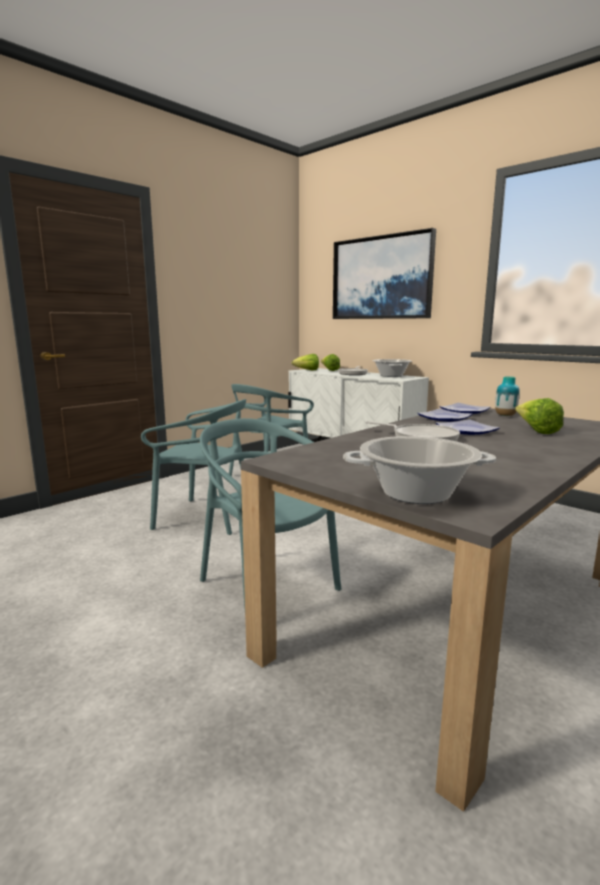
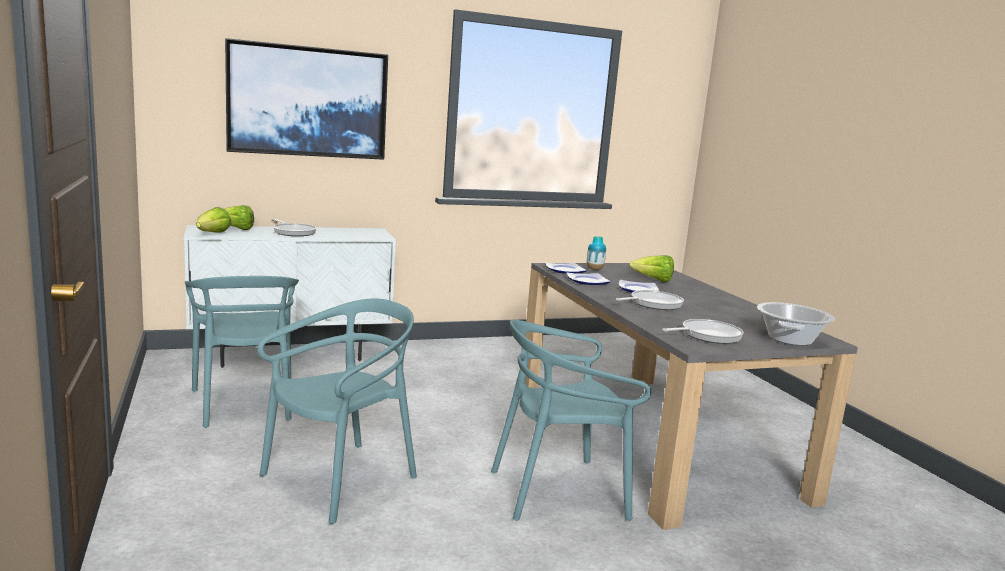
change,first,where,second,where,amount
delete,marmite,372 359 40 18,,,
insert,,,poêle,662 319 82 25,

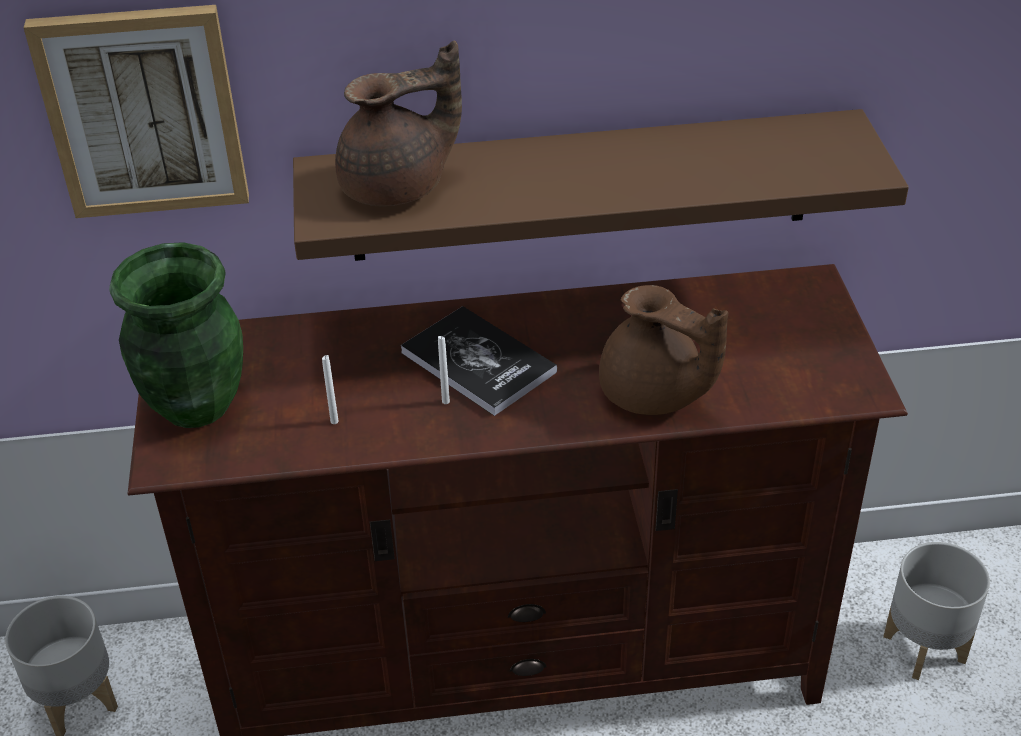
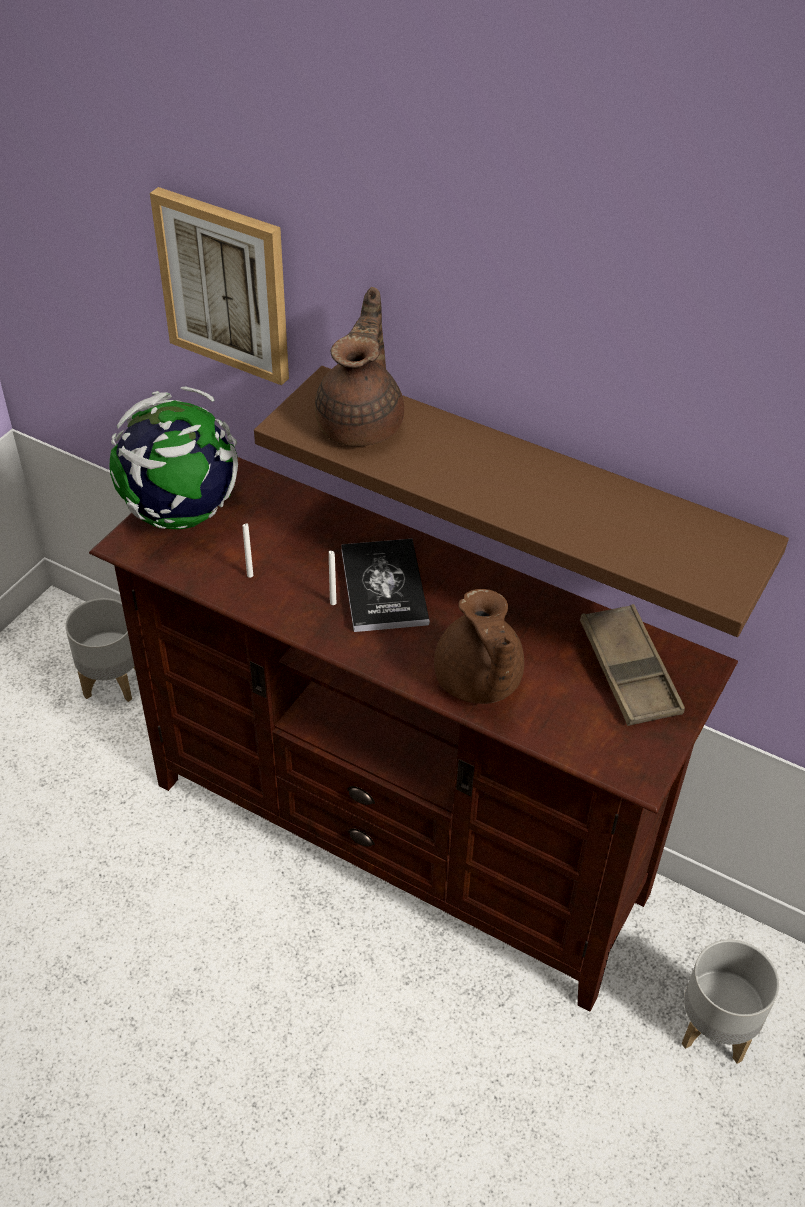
change,first,where,second,where,amount
replace,vase (vert),109 242 134 186,globe,110 387 128 142,
rotate,théière (marron),335 41 127 165,,315 287 89 159,90 degrees counterclockwise
insert,,,plateau (marron),580 604 105 122,

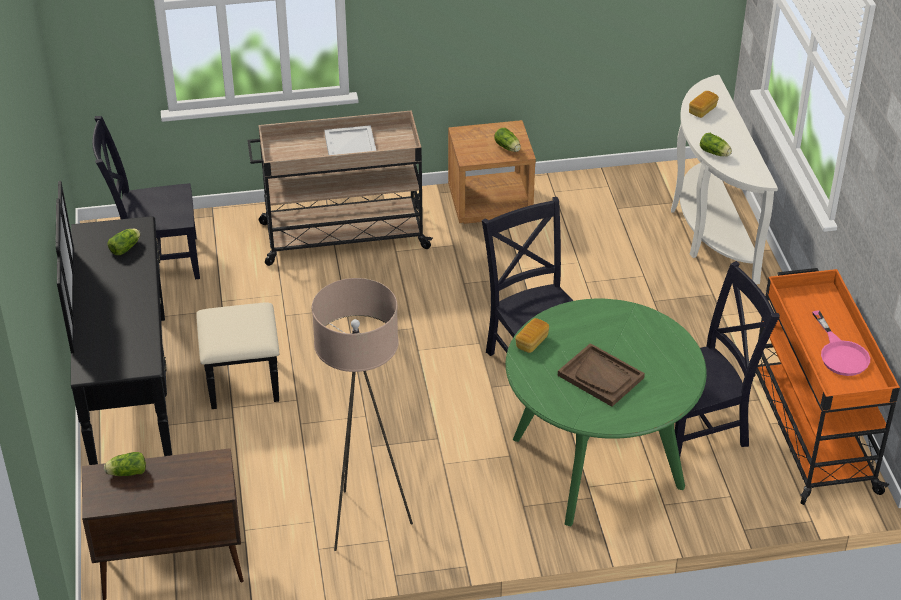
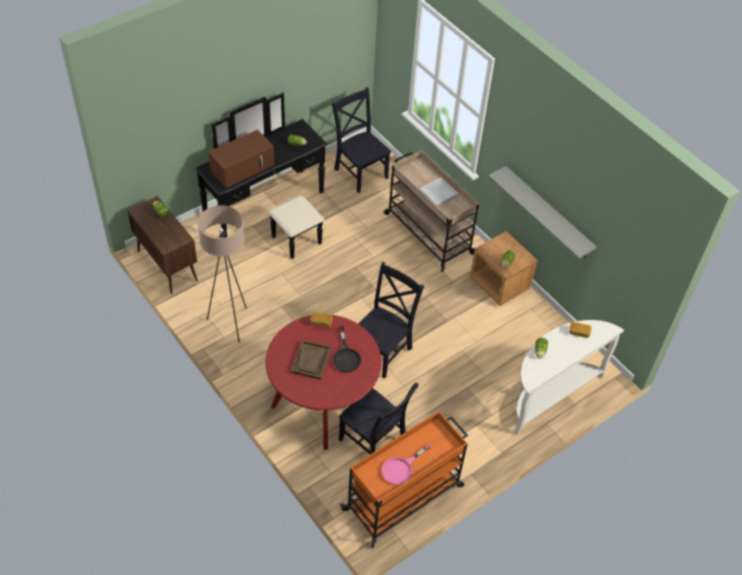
change,first,where,second,where,amount
recolor,table à manger (vert),506 299 201 227,table à manger (rouge),265 315 117 135,
insert,,,micro-ondes (marron),208 129 67 59,
insert,,,poêle (noir),333 326 28 46,
insert,,,étagère (gris),488 166 109 94,

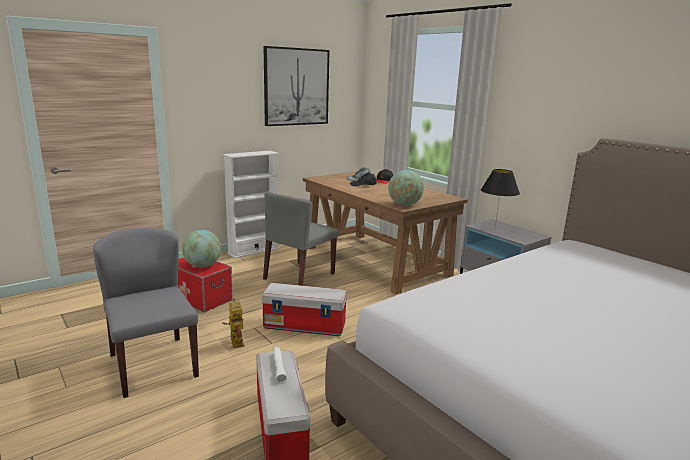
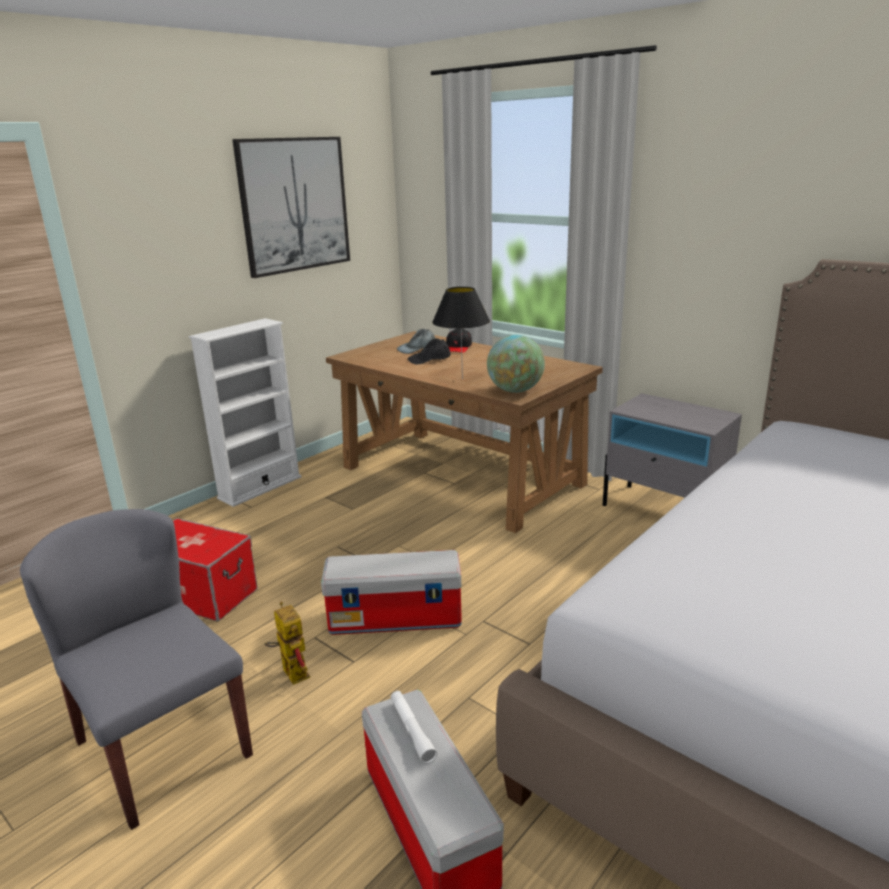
change,first,where,second,where,amount
delete,globe,182 230 39 38,,,
delete,chaise (gris),263 191 76 95,,,
move,lampe de table (noir),481 169 39 58,,432 287 58 92,

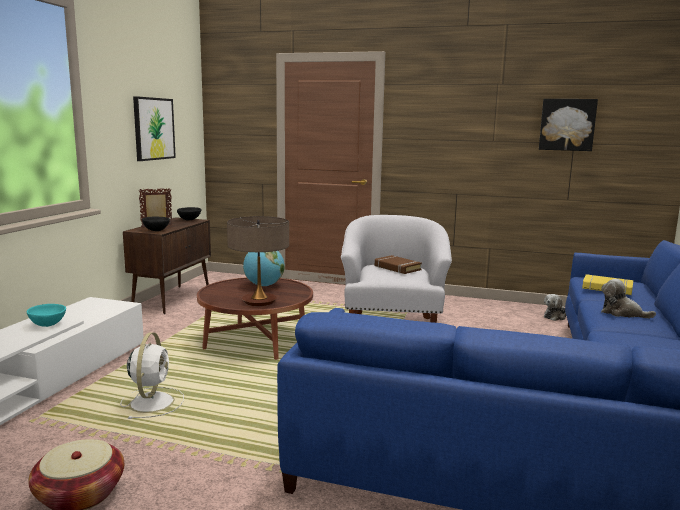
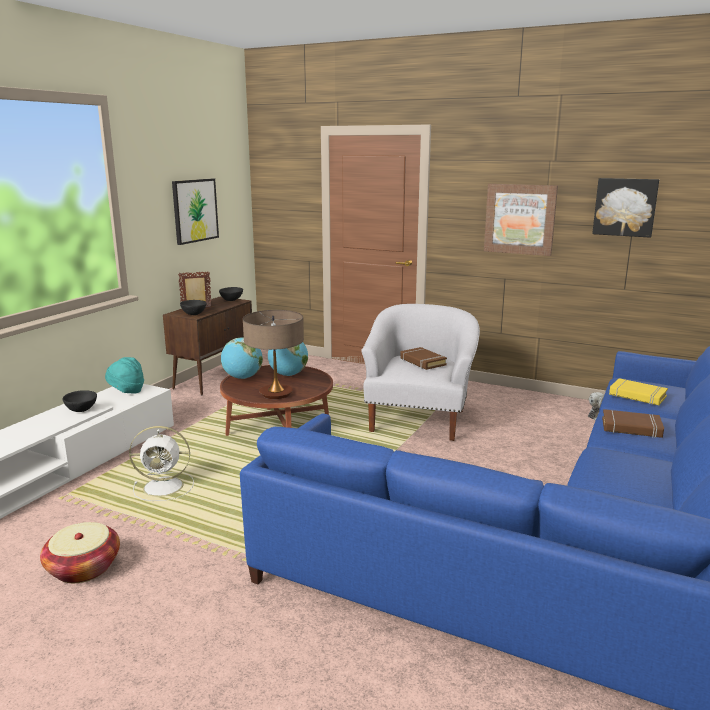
change,first,where,second,where,amount
recolor,bol (turquoise),27 304 39 23,bol (noir),62 390 35 22,
rotate,ventilateur (blanc),120 332 64 87,,129 426 65 75,75 degrees clockwise
replace,peluche,601 279 55 39,livre (marron),602 409 62 29,
insert,,,chapeau (turquoise),105 357 39 36,
insert,,,globe,221 338 42 41,
insert,,,tableau,484 184 74 72,

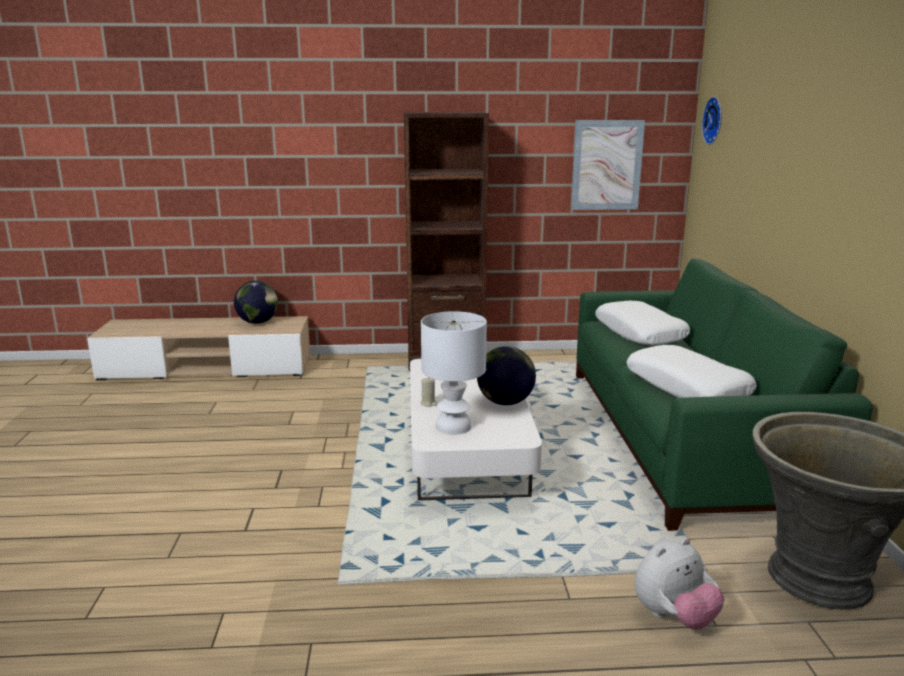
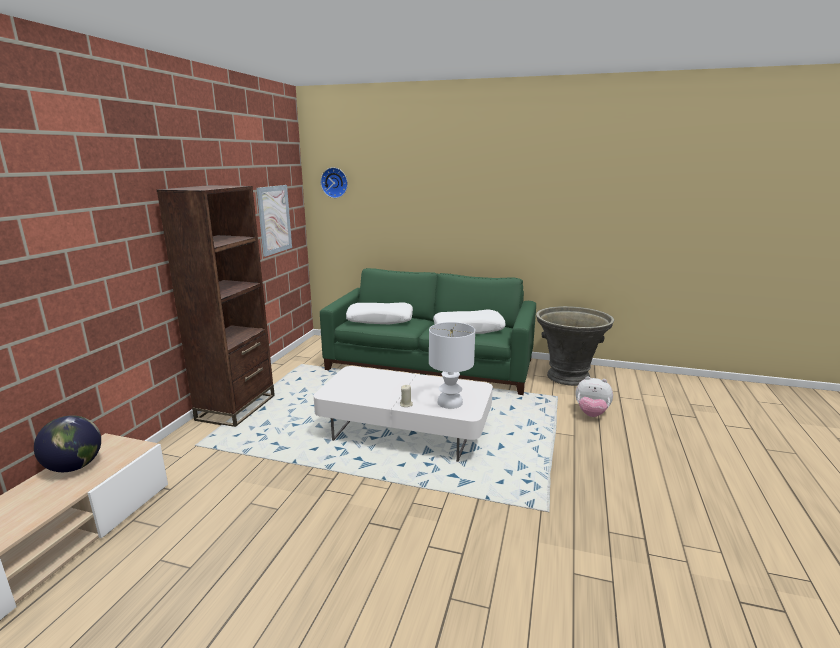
change,first,where,second,where,amount
delete,globe,477 346 59 59,,,
rotate,peluche,635 538 90 92,,576 377 37 40,120 degrees clockwise

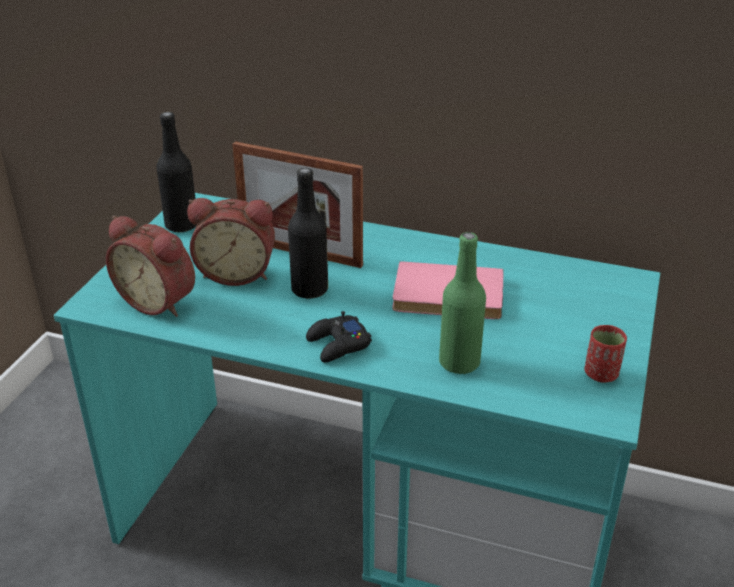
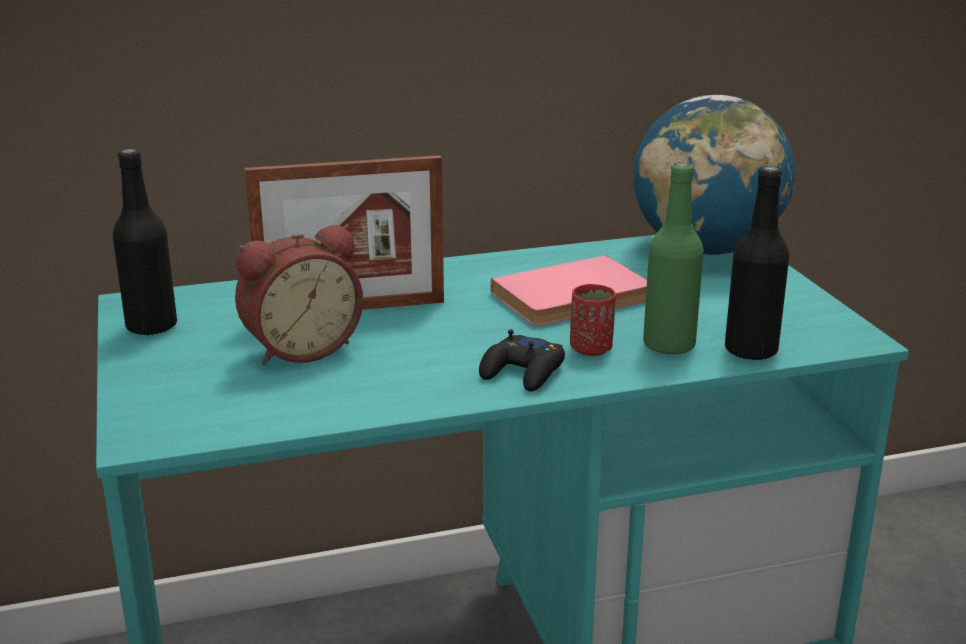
change,first,where,second,where,amount
delete,réveil,106 216 89 101,,,
move,bouteille (noir),288 168 40 131,,725 166 64 194,
move,tasse (rouge),585 325 42 58,,570 284 46 72,
insert,,,globe,633 95 162 160,

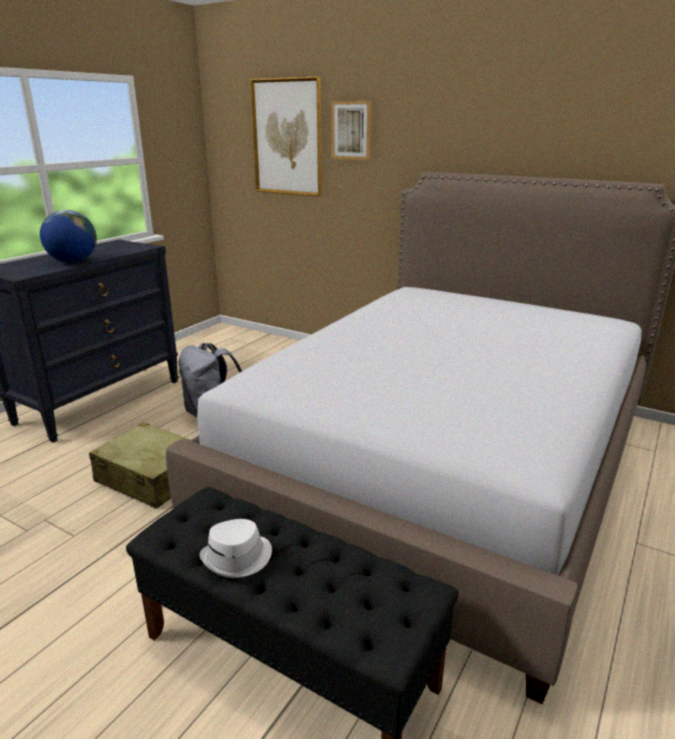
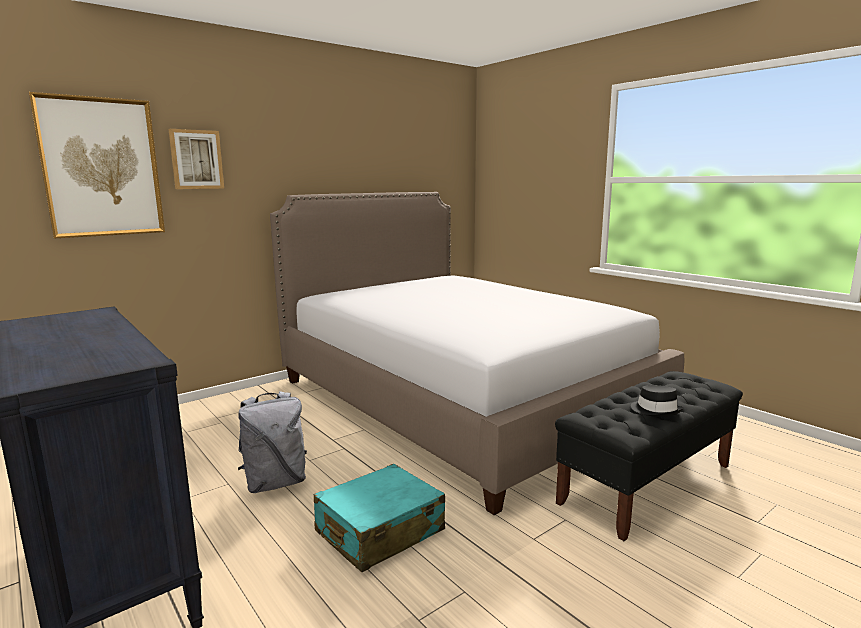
change,first,where,second,where,amount
delete,globe,40 210 57 53,,,
recolor,valise (beige),89 422 101 87,valise (turquoise),314 464 131 108,
recolor,chapeau (blanc),200 519 72 59,chapeau (noir),631 385 52 32,

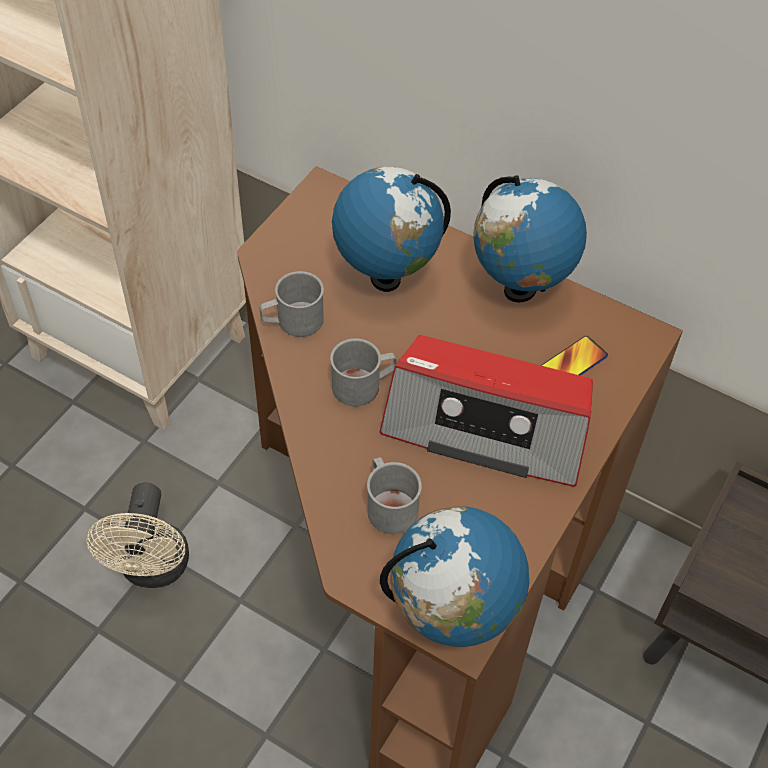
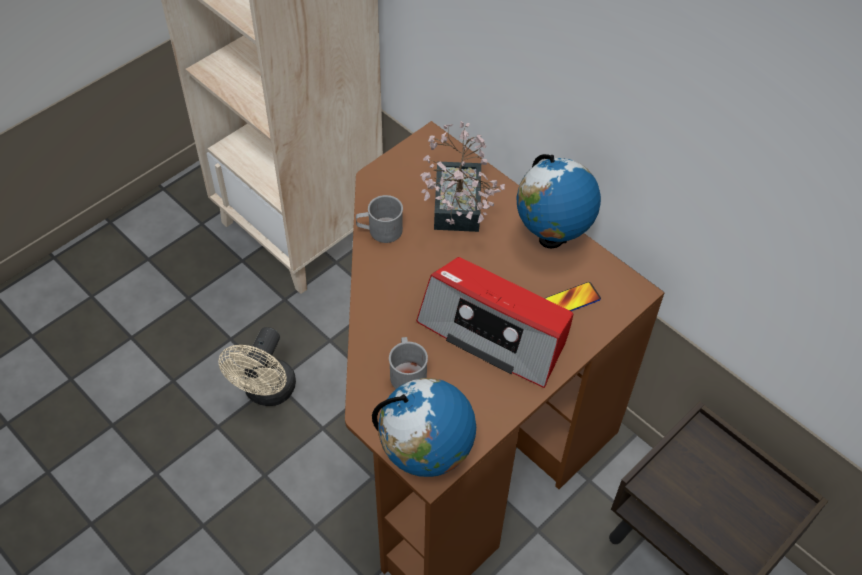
change,first,where,second,where,amount
delete,mug (gris),330 338 67 68,,,
replace,globe,332 167 119 125,plante en pot,420 121 85 111,

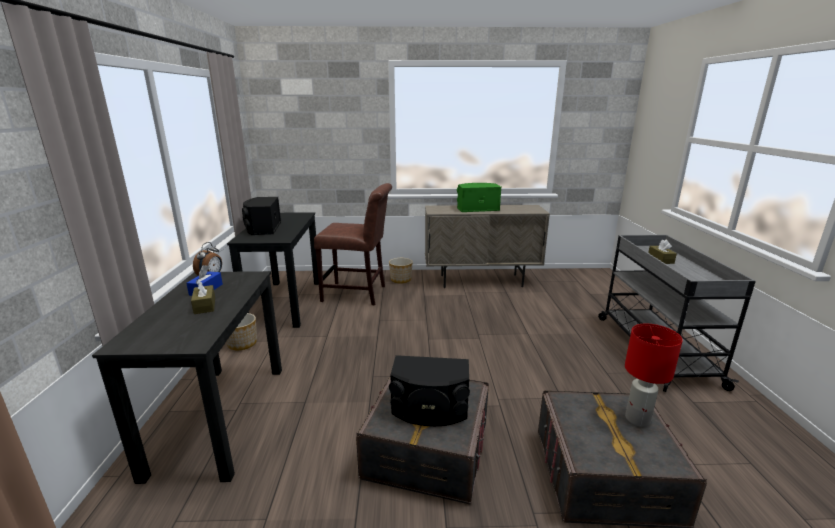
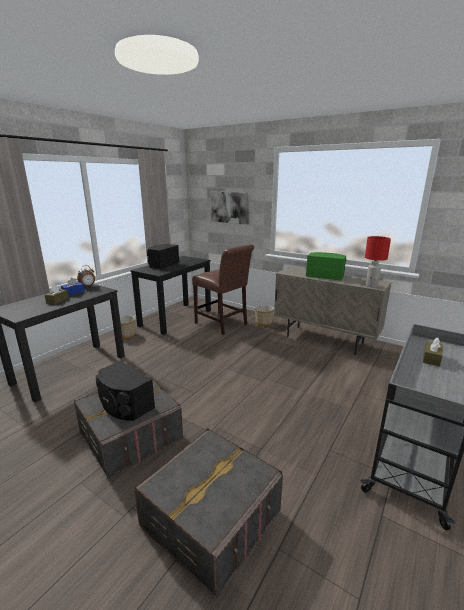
change,first,where,second,where,amount
move,lampe de table (rouge),625 324 58 103,,365 236 26 52,
insert,,,tableau,211 191 39 33,

